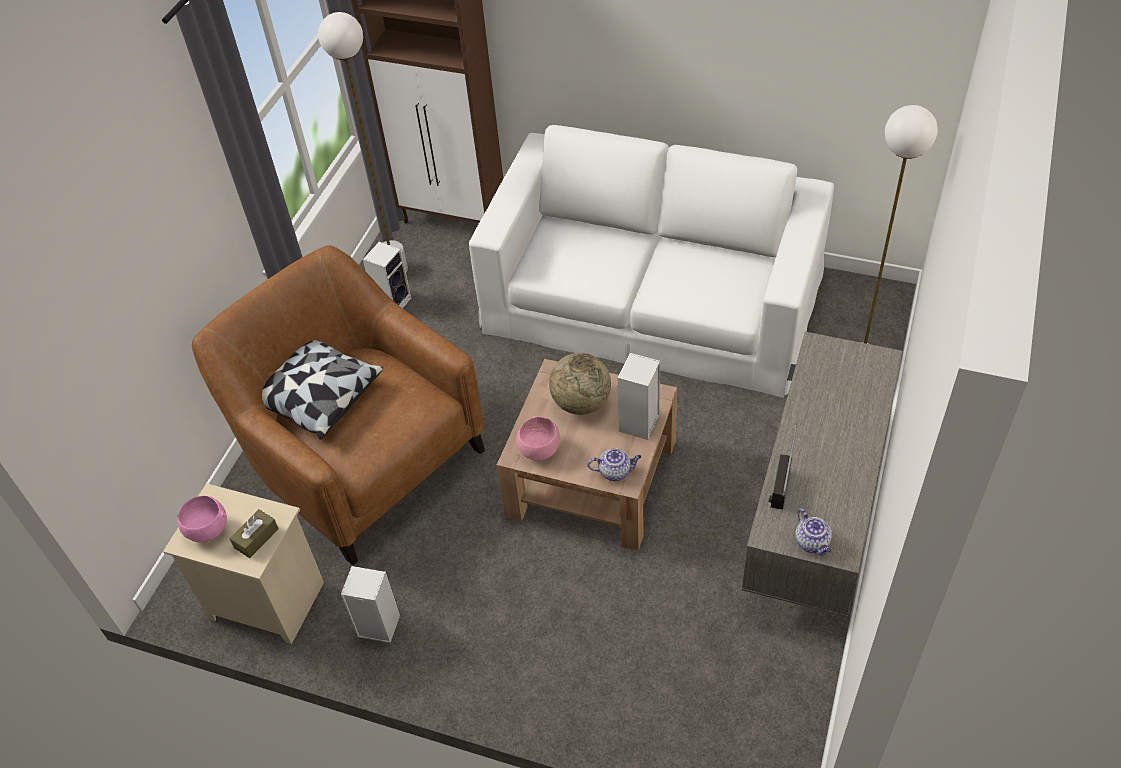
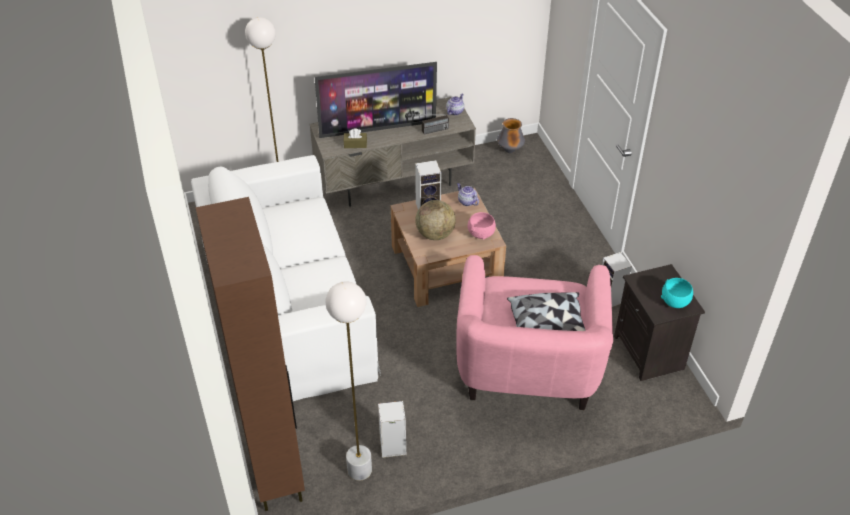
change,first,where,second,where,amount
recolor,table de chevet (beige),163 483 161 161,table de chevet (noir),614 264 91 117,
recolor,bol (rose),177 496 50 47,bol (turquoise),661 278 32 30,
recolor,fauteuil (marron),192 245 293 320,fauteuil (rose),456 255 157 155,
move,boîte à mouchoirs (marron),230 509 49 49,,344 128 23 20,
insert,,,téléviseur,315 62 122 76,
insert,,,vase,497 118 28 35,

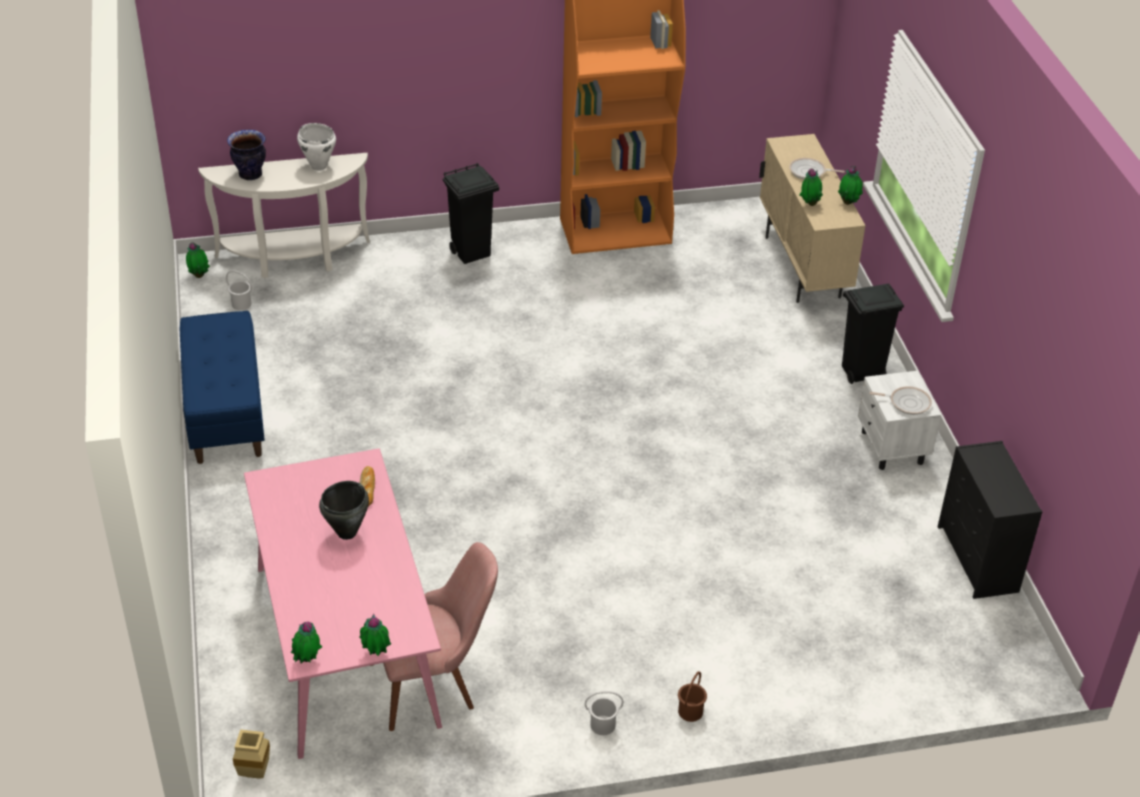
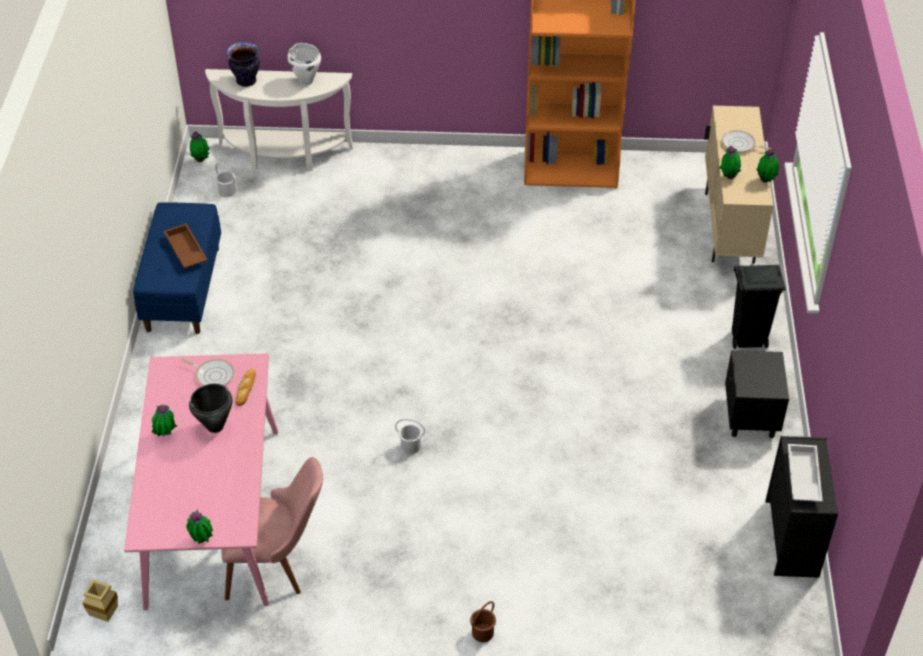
change,first,where,second,where,amount
move,plante en pot,291 621 31 42,,152 405 25 32,
delete,poubelle (noir),443 163 56 101,,,
move,seau (blanc),585 691 39 44,,395 418 30 36,
recolor,table de chevet (blanc),858 371 83 99,table de chevet (noir),725 350 64 88,
move,poêle,870 386 62 29,,181 359 54 27,
insert,,,plateau (marron),164 223 43 45,
insert,,,plateau (blanc),788 444 35 58,

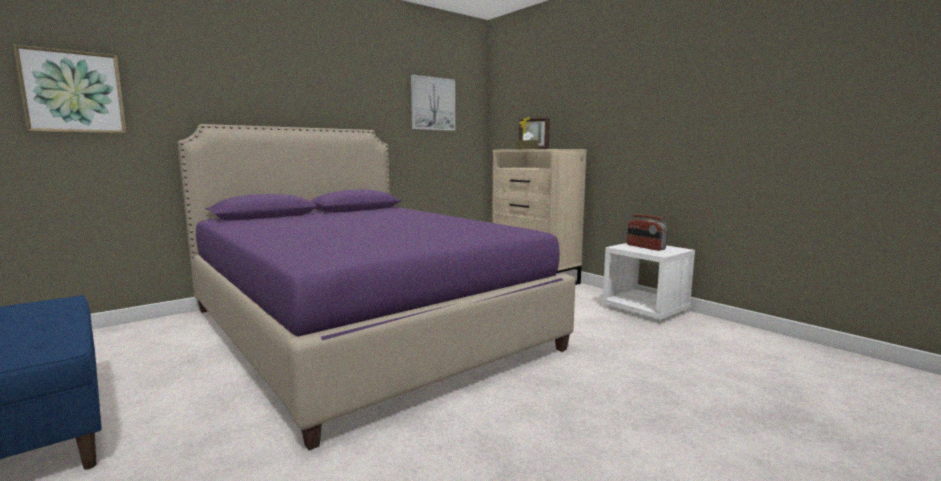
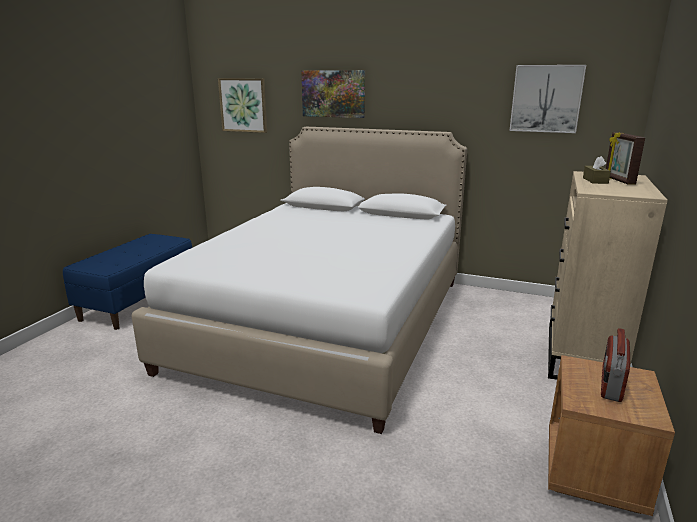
change,first,where,second,where,amount
recolor,lit (violet),178 124 397 326,lit (blanc),131 127 336 307,
recolor,table de chevet (blanc),602 243 93 79,table de chevet (marron),548 355 127 161,
insert,,,tableau,301 70 64 48,

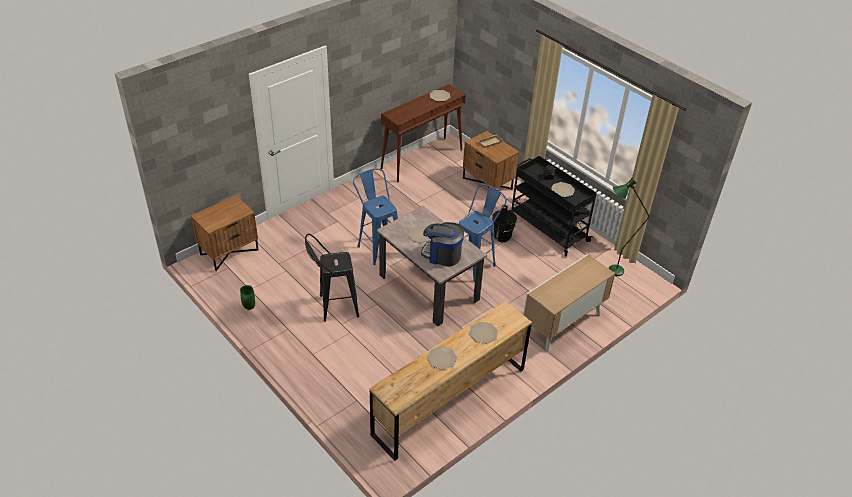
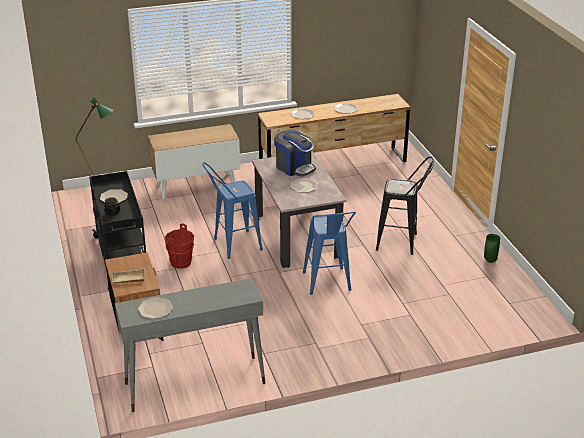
change,first,where,second,where,amount
delete,table de chevet (marron),191 195 68 76,,,
recolor,table console (marron),381 84 85 98,table console (gris),115 278 150 134,
recolor,seau (noir),492 205 25 37,seau (rouge),164 224 30 45,

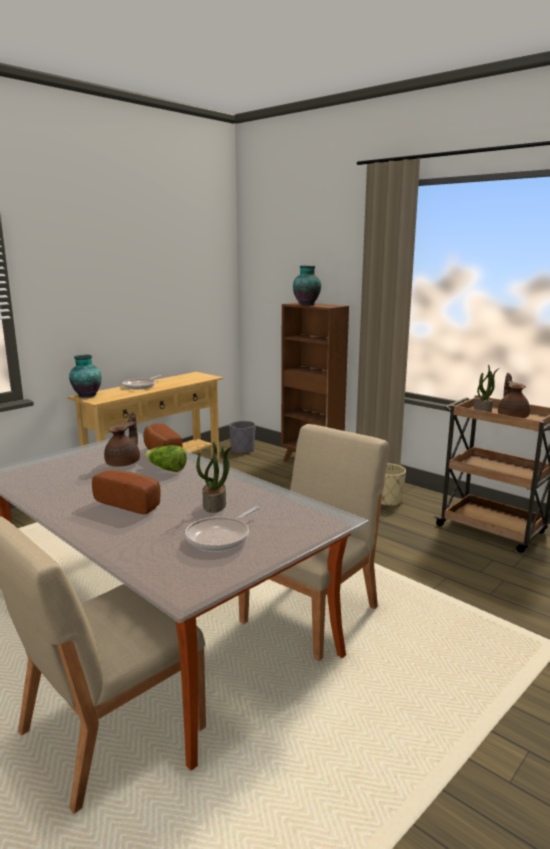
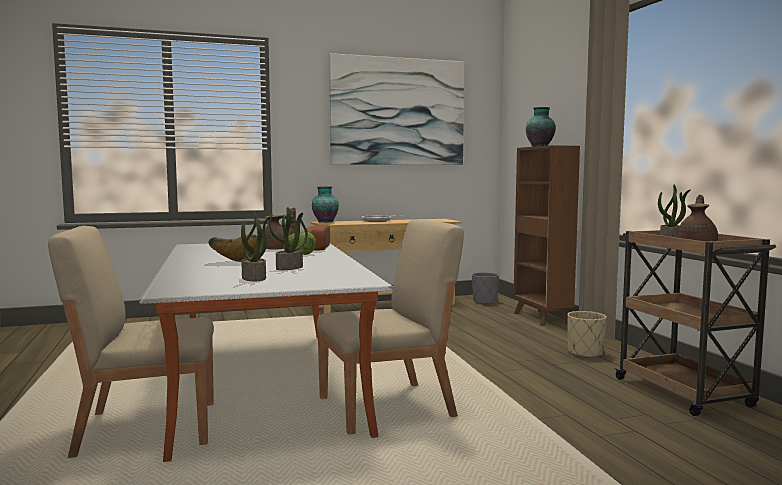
change,first,where,second,where,amount
replace,pain,92 470 69 44,bol,208 234 49 28,
replace,poêle,185 506 74 45,plante en pot,241 211 30 70,
insert,,,tableau,329 53 135 112,

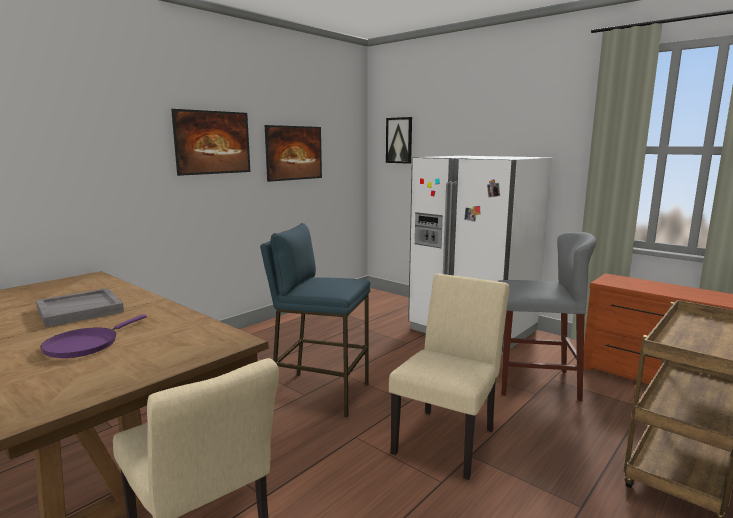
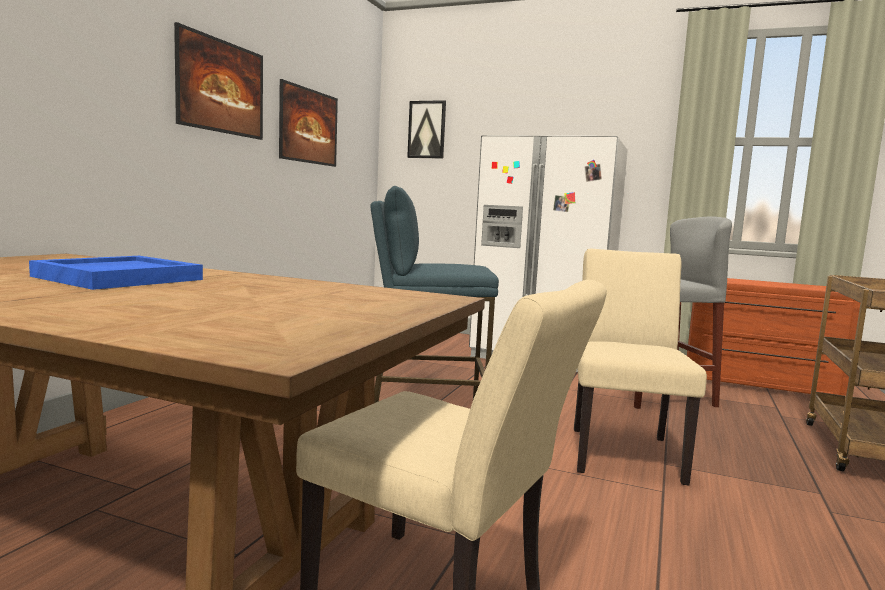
change,first,where,second,where,amount
recolor,plateau (gris),36 288 88 40,plateau (bleu),29 256 174 34,
delete,poêle (violet),40 314 107 44,,,

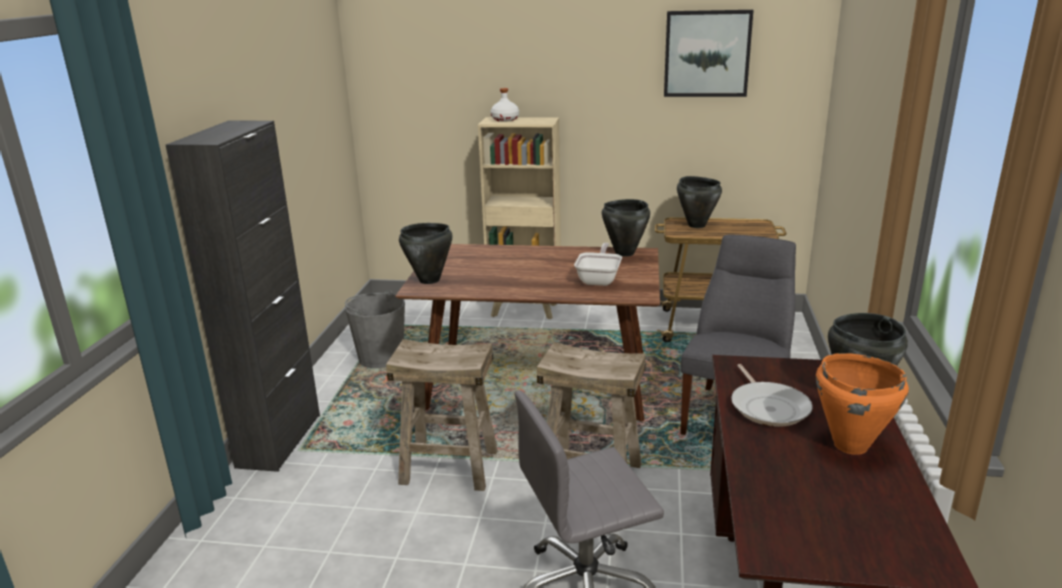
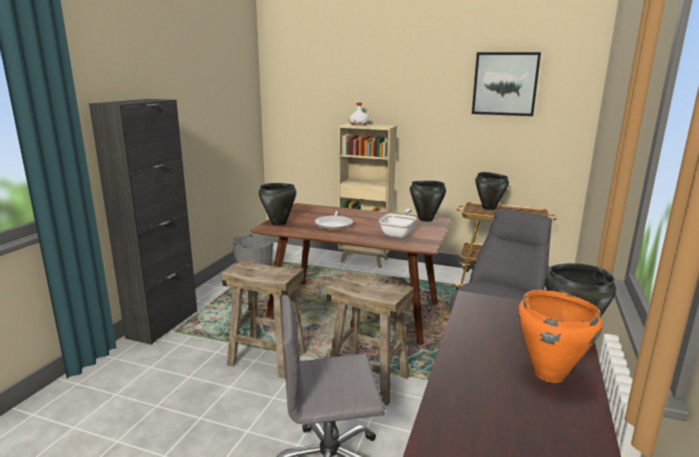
change,first,where,second,where,amount
move,poêle,731 364 82 63,,315 211 38 19,

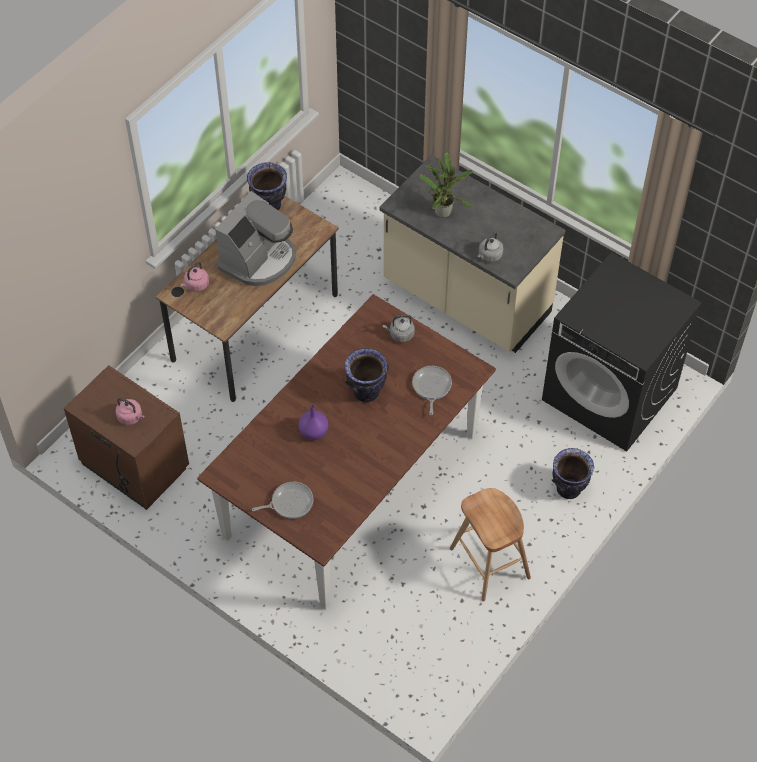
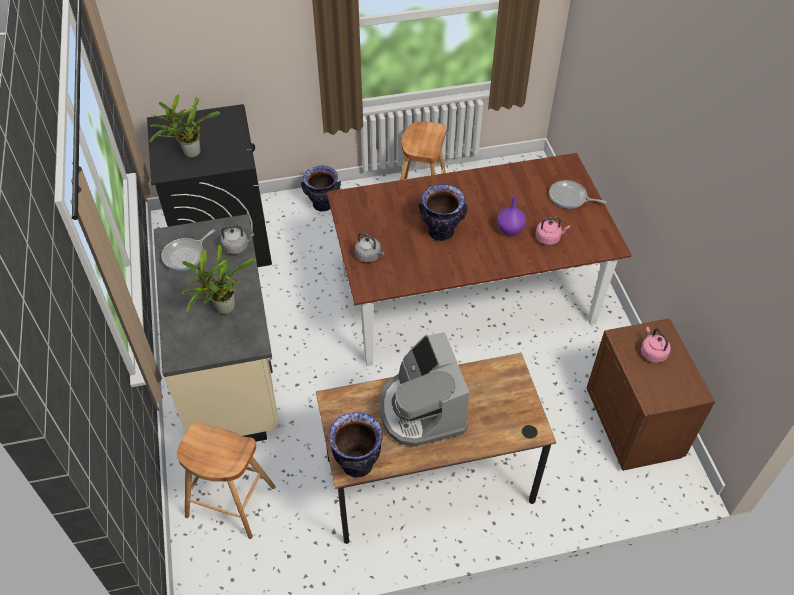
change,first,where,second,where,amount
move,bouilloire (rose),180 262 29 30,,535 217 35 28,
rotate,machine à café,215 191 81 95,,380 332 90 114,90 degrees counterclockwise
move,poêle,412 366 40 49,,161 229 54 42,
insert,,,plante en pot,150 94 70 64,
insert,,,tabouret (marron),177 422 99 117,

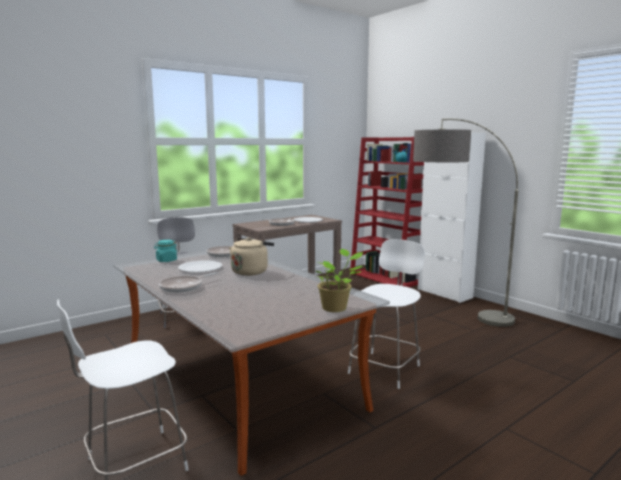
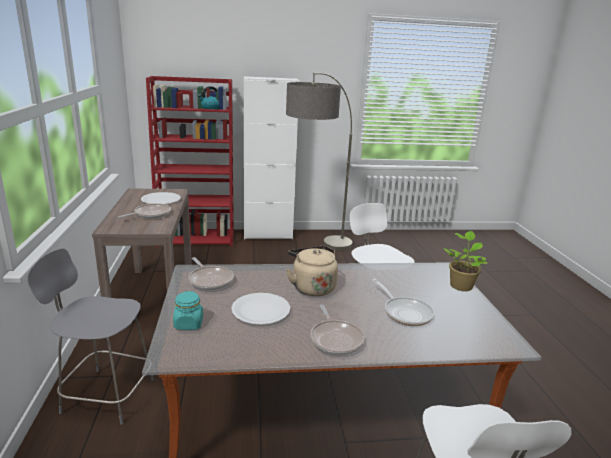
change,first,where,second,where,amount
insert,,,poêle,372 279 62 47,

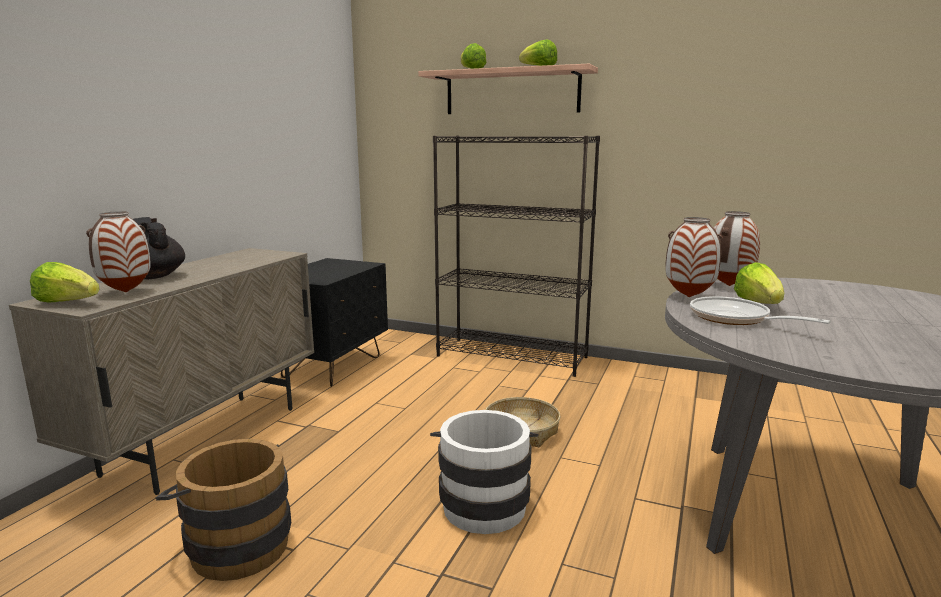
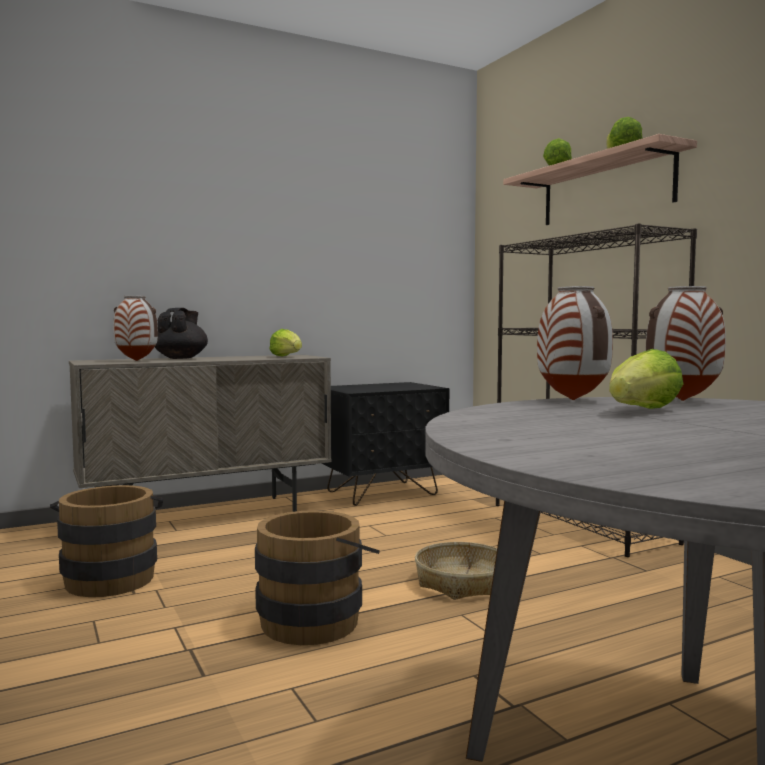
change,first,where,second,where,amount
move,laitue,30 262 70 41,,270 329 32 28,
recolor,seau (blanc),430 410 109 124,seau (marron),255 510 125 135,
delete,poêle,690 296 141 29,,,

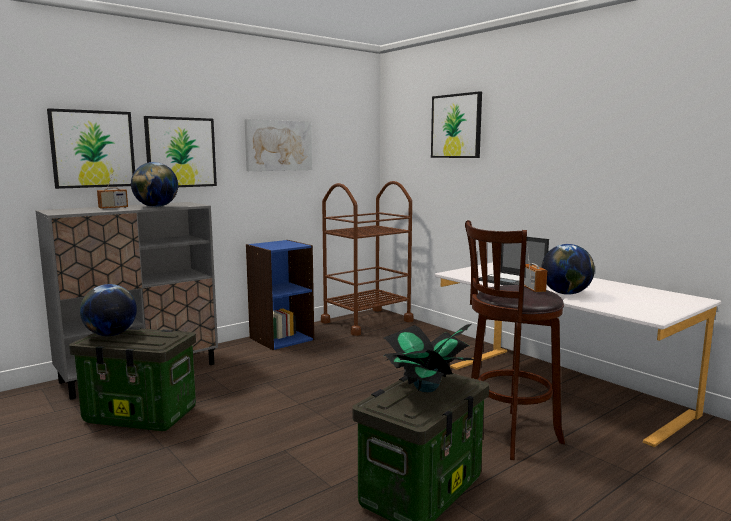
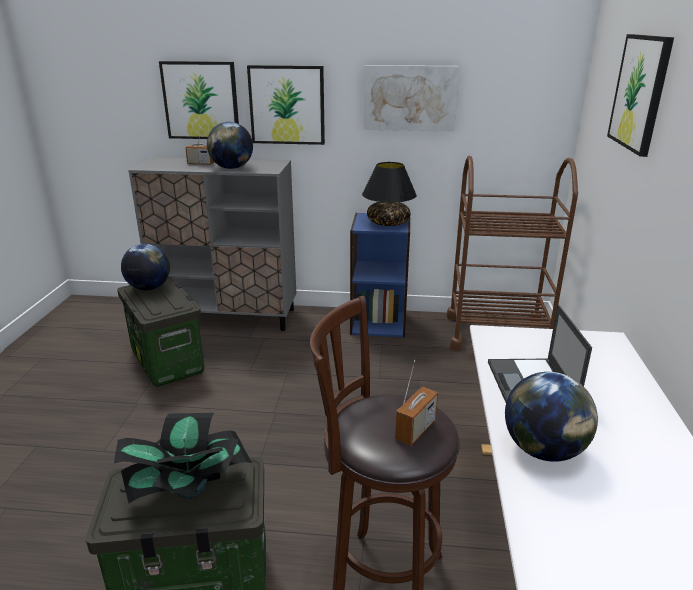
change,first,where,second,where,amount
insert,,,lampe de table (noir),362 162 55 64,

